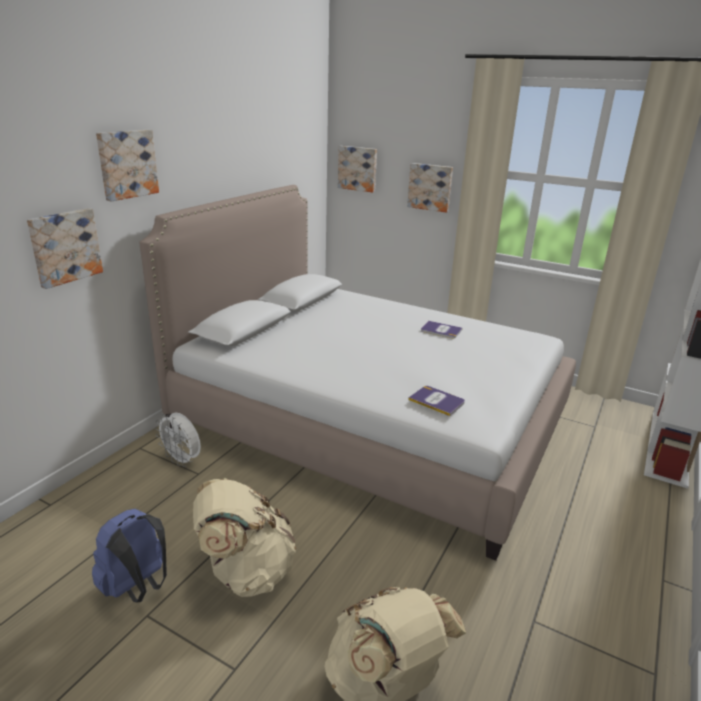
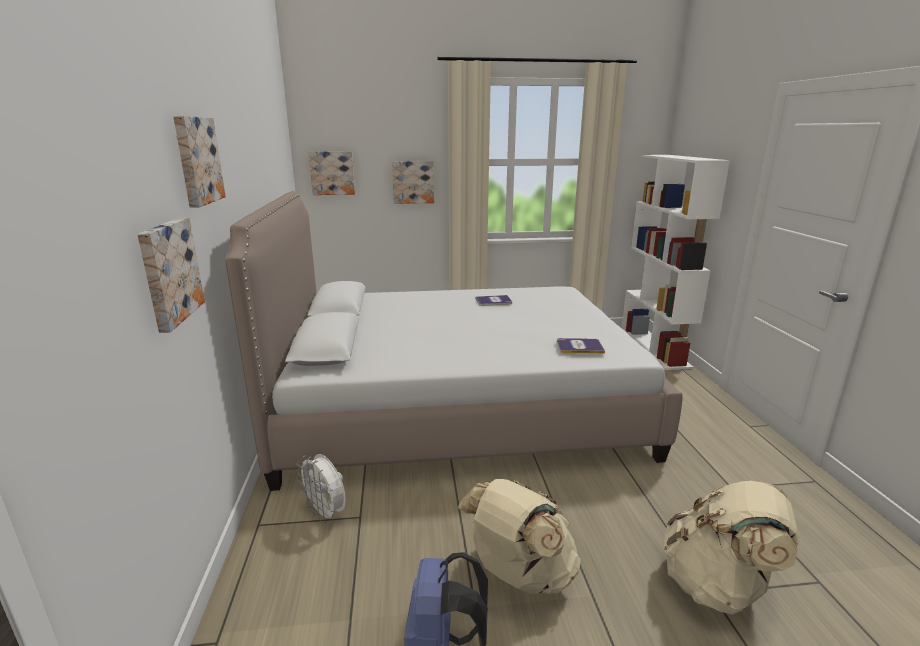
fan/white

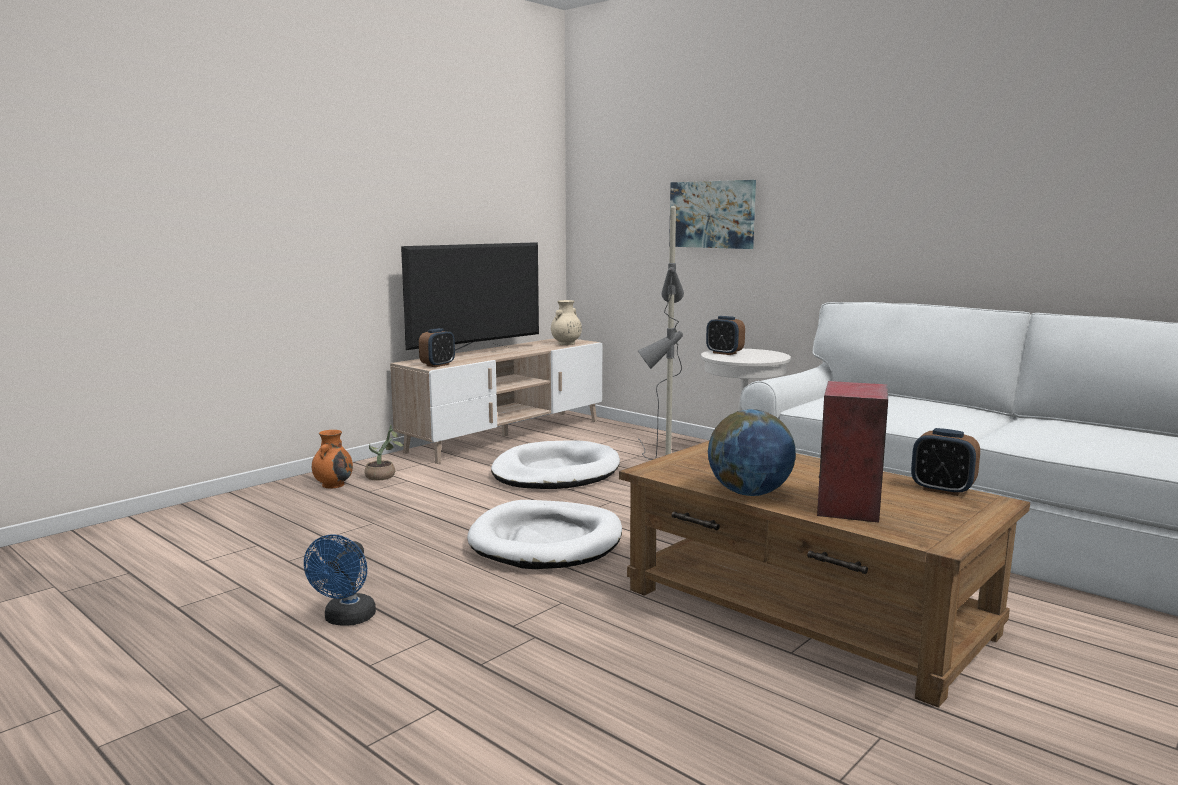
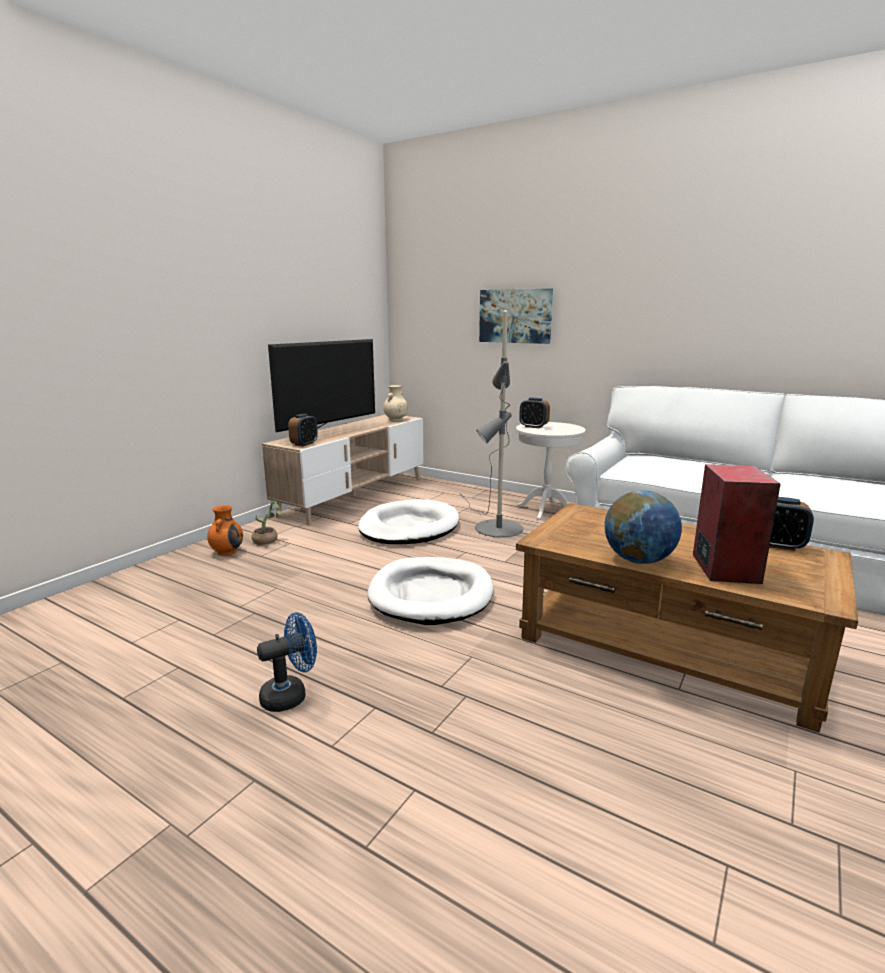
fan/blue

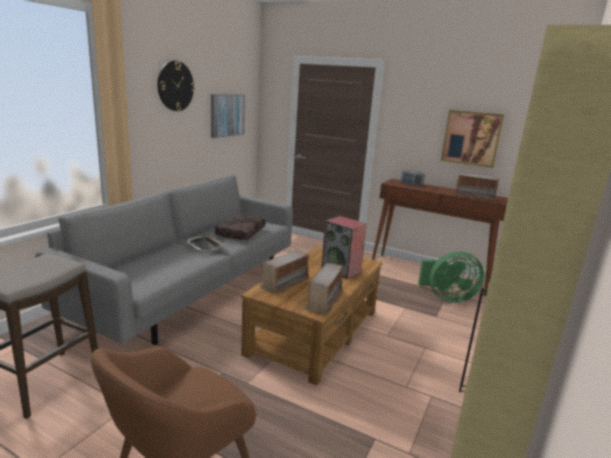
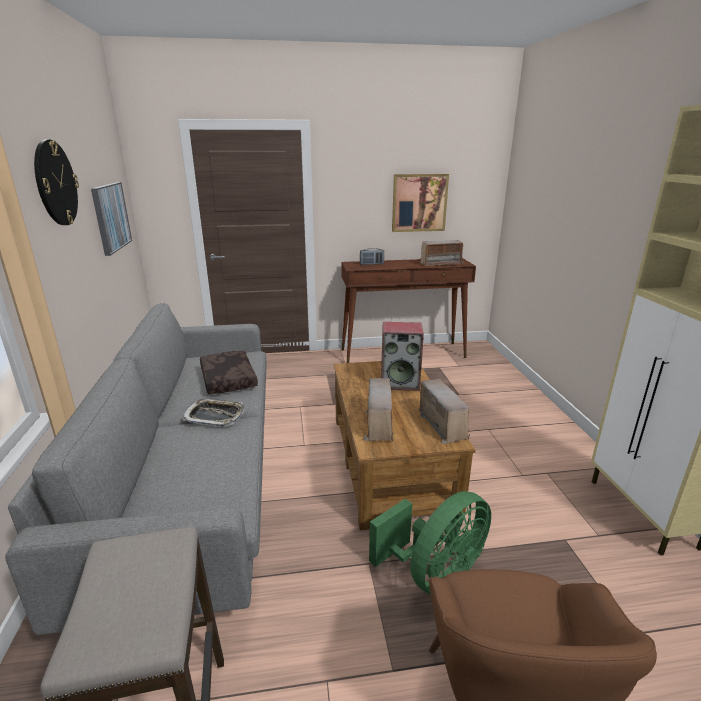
fan/green

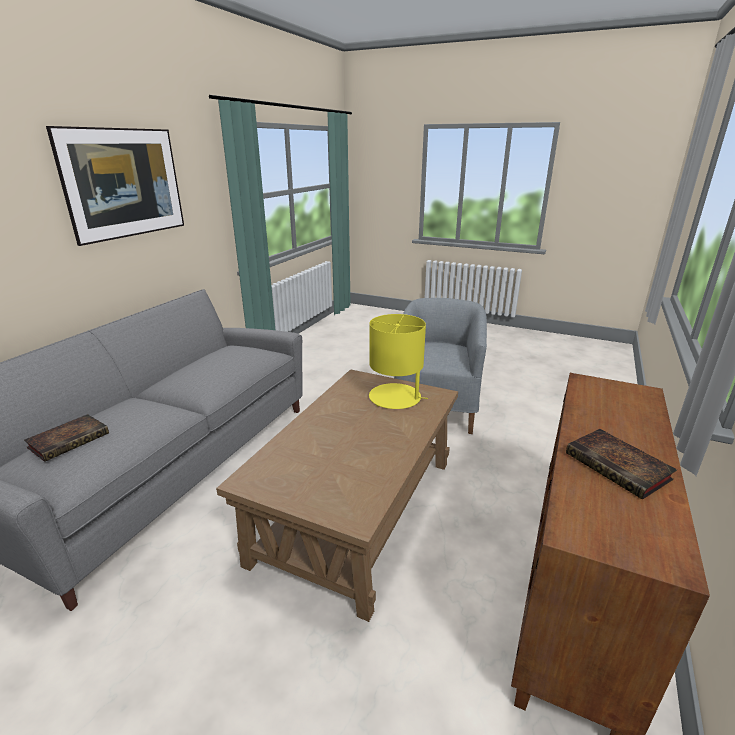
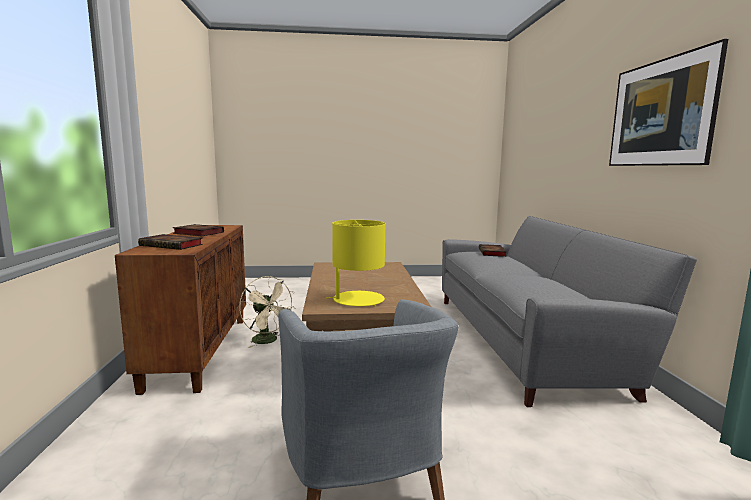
book (1st from left); fan/beige

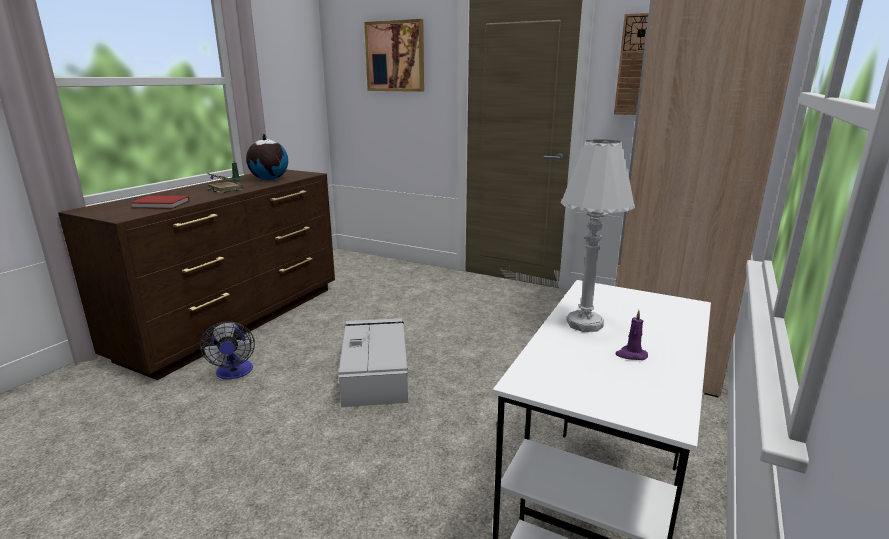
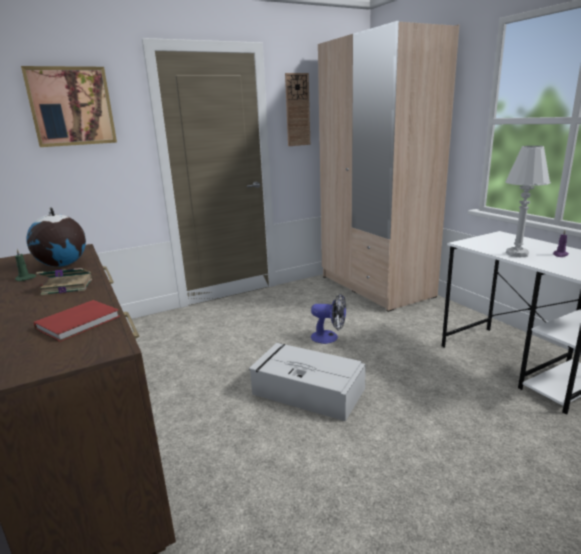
fan

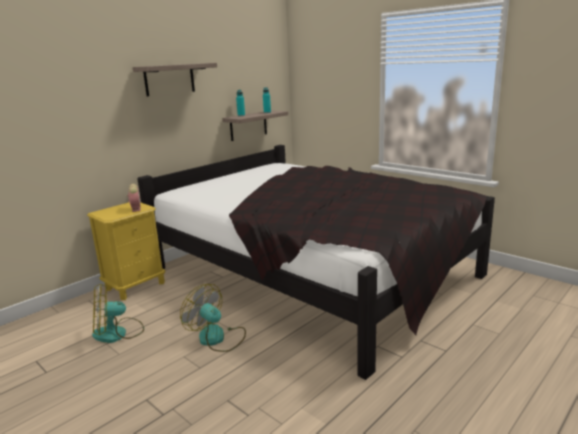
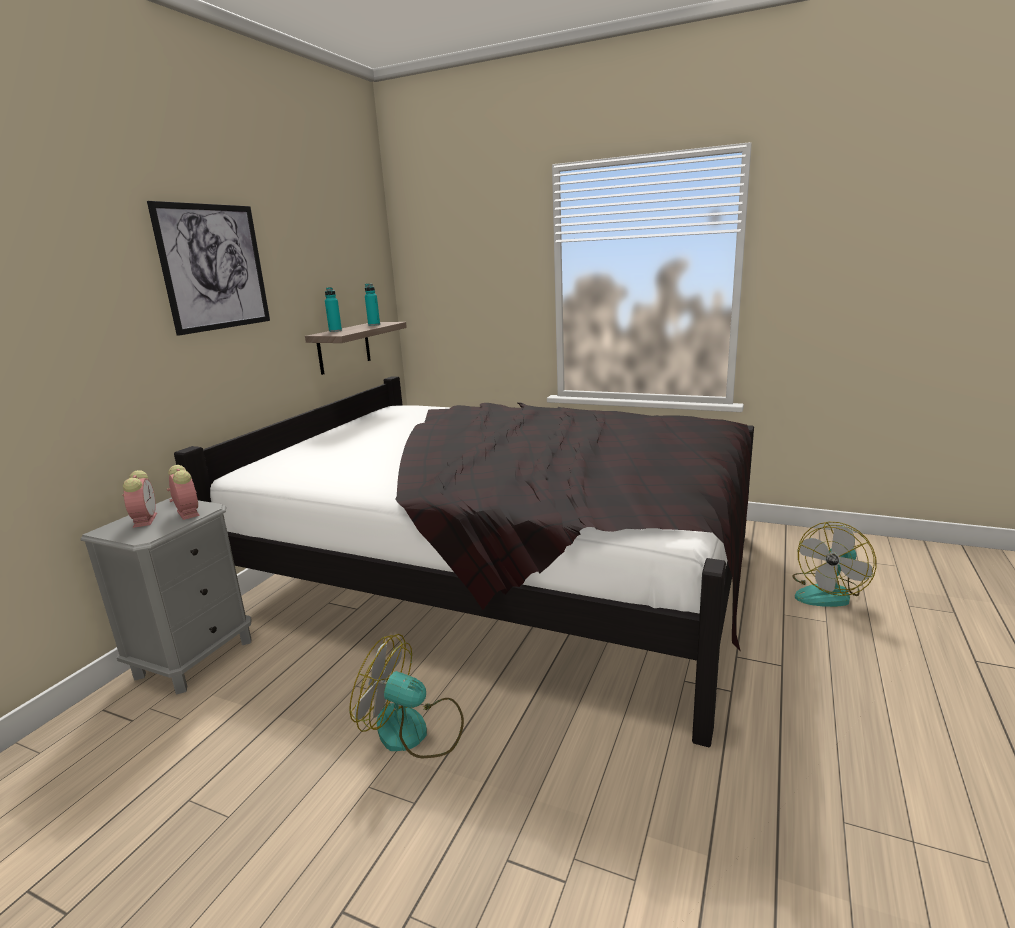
nightstand/grey; fan (2nd from left); picture; alarm clock (1st from left)

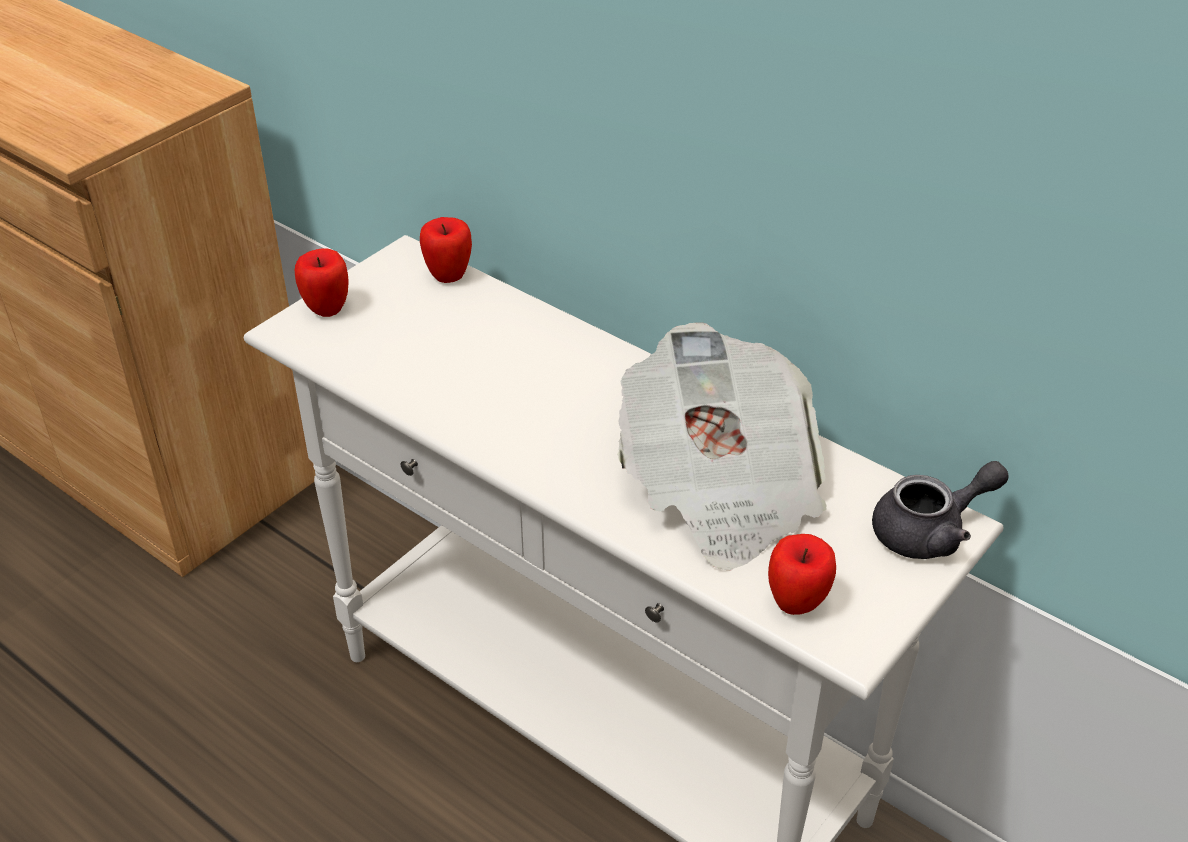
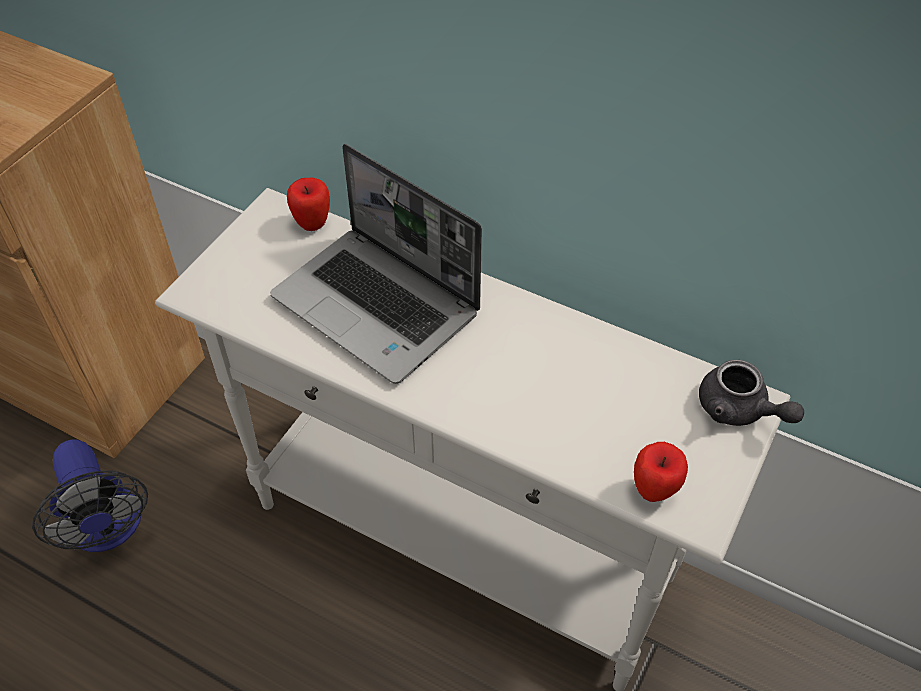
apple (1st from left in the first image); newspaper; teapot/grey; fan; laptop

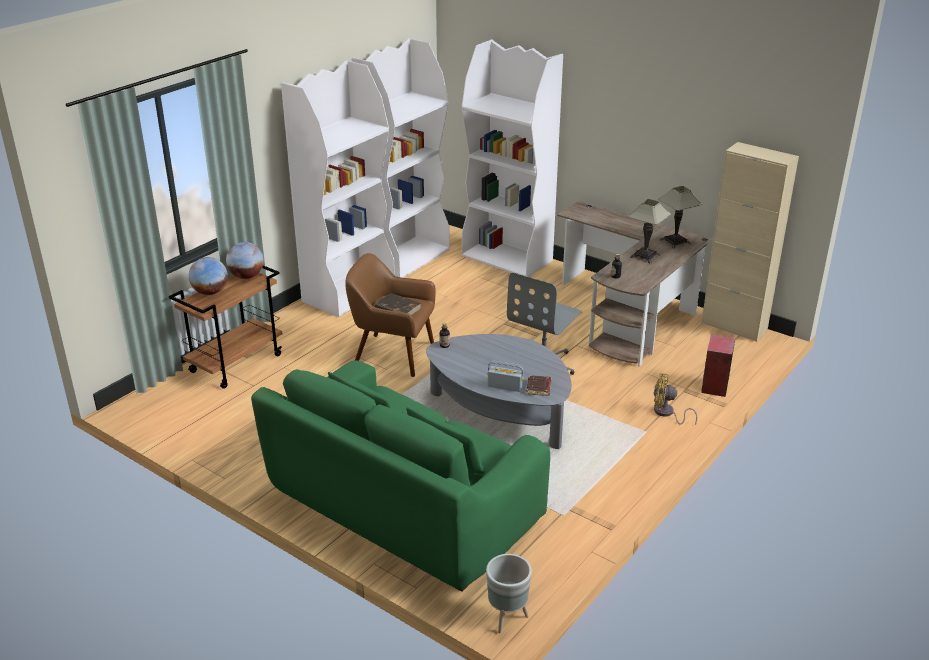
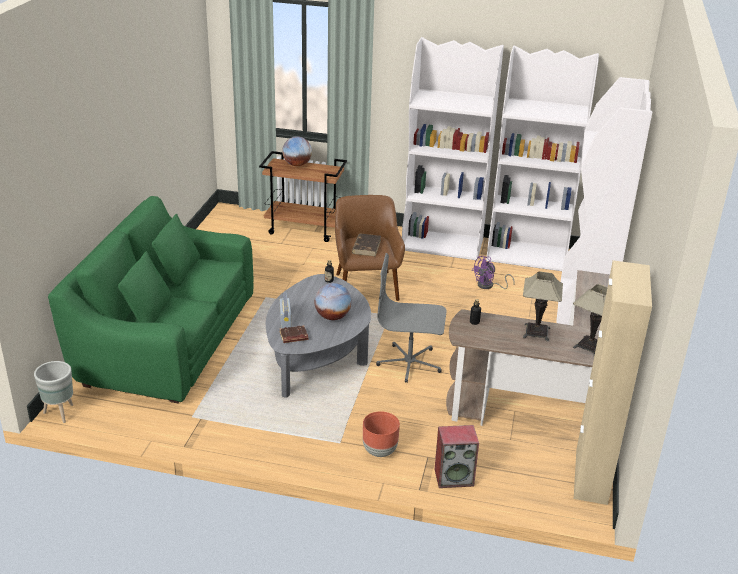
globe (2nd from left); planter/brown; fan/purple

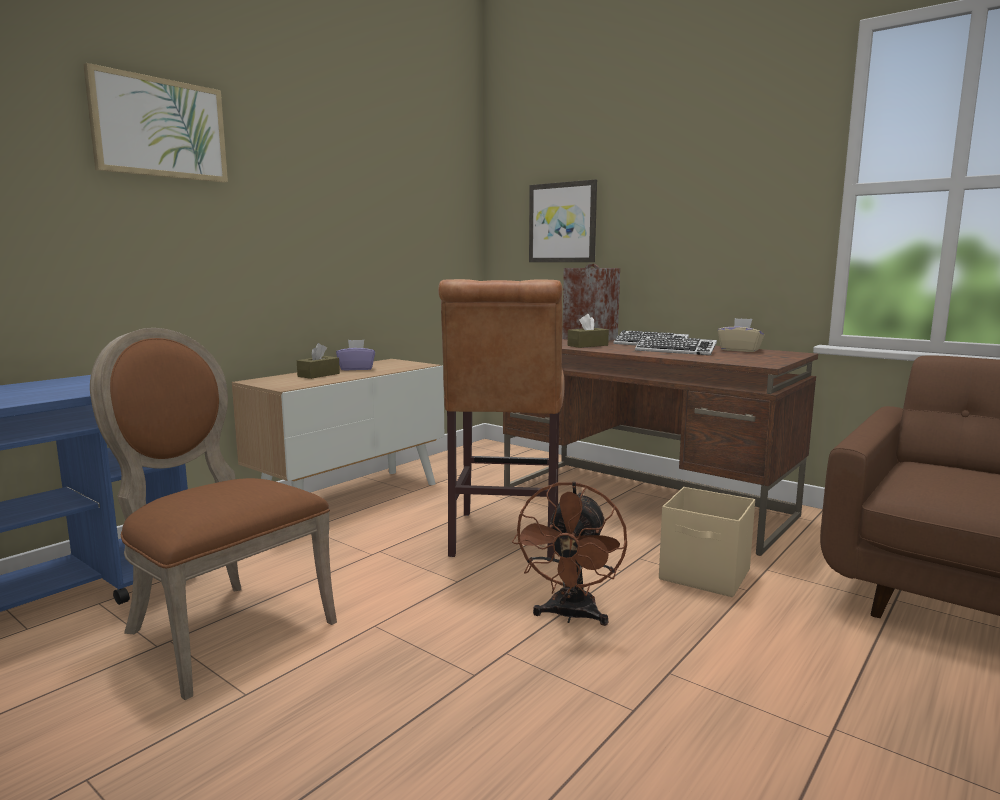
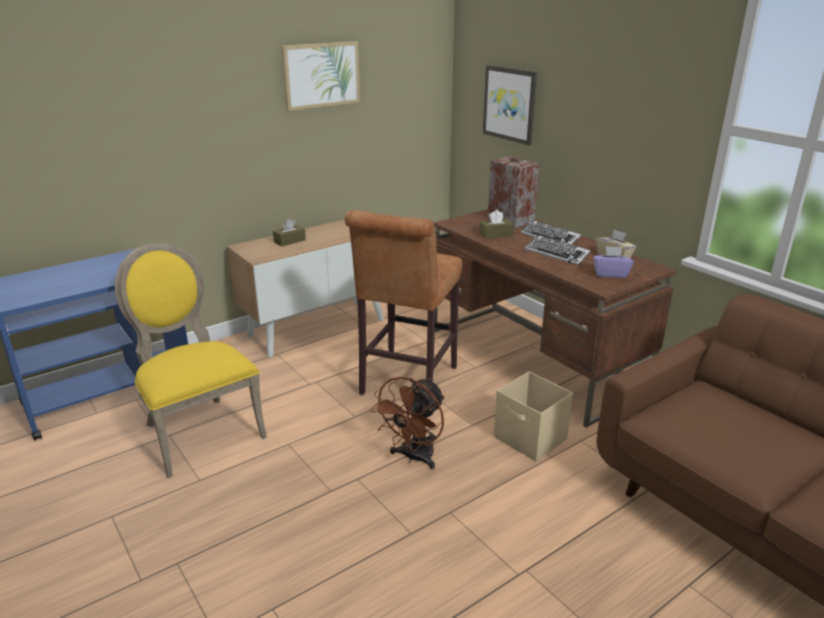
picture (1st from left); chair/yellow; tissue box/purple

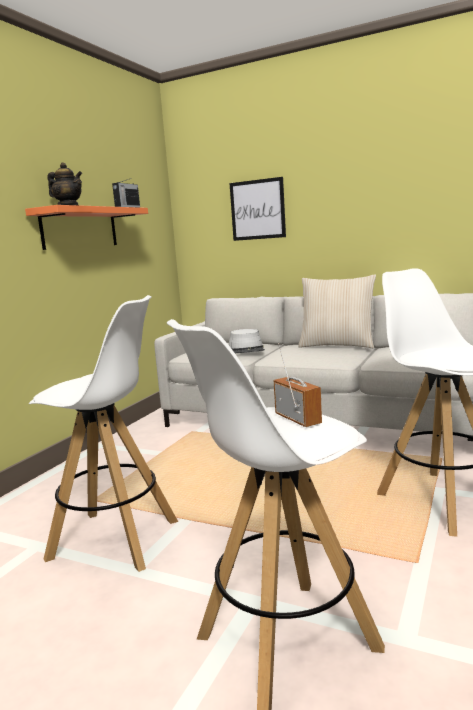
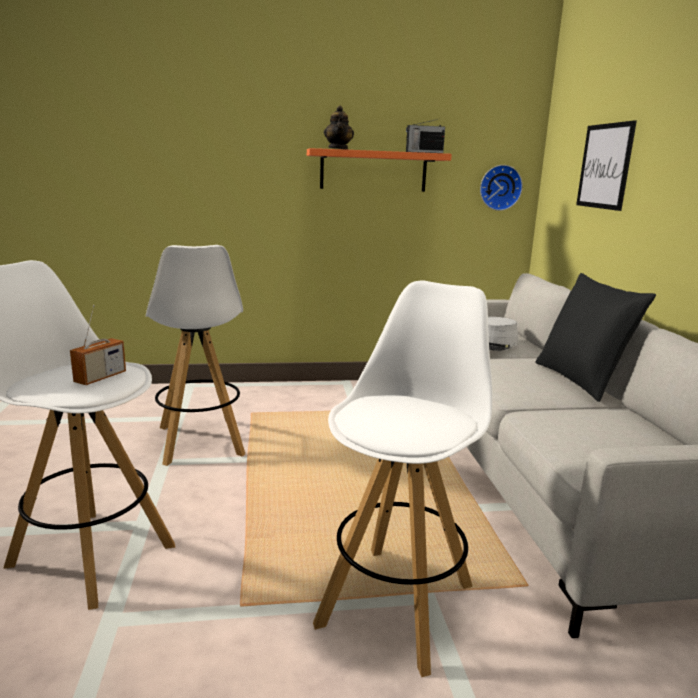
pillow/black; wall clock

